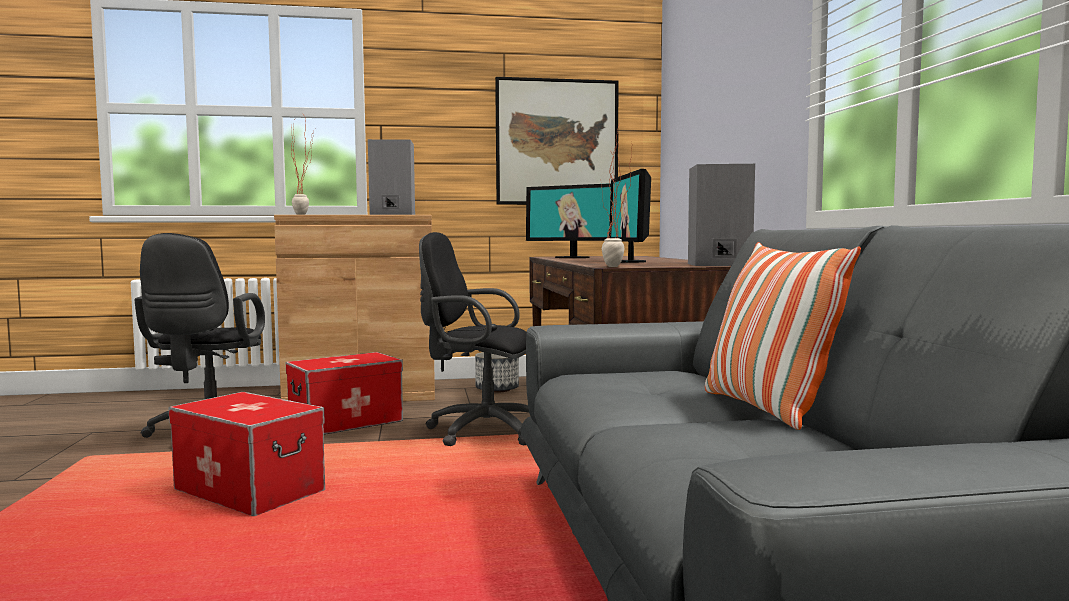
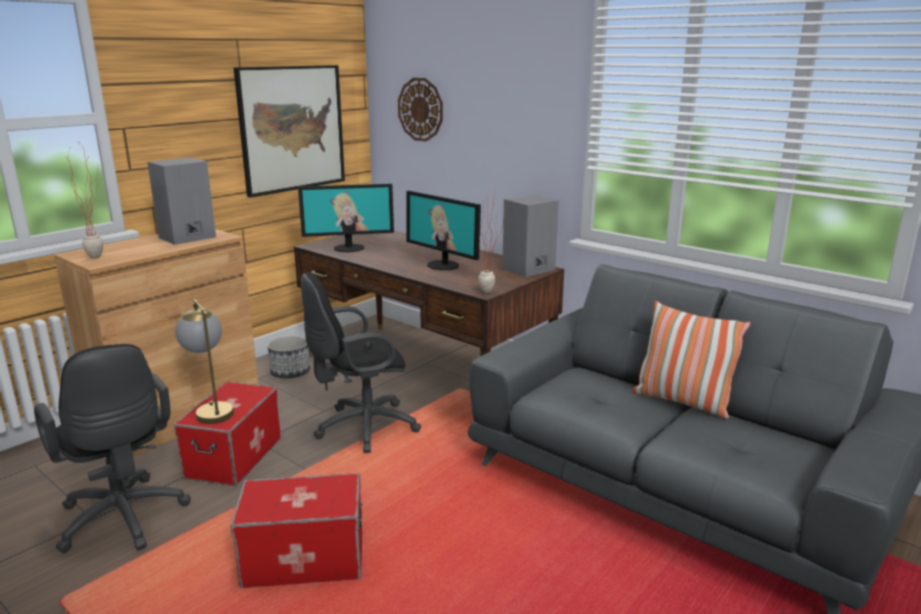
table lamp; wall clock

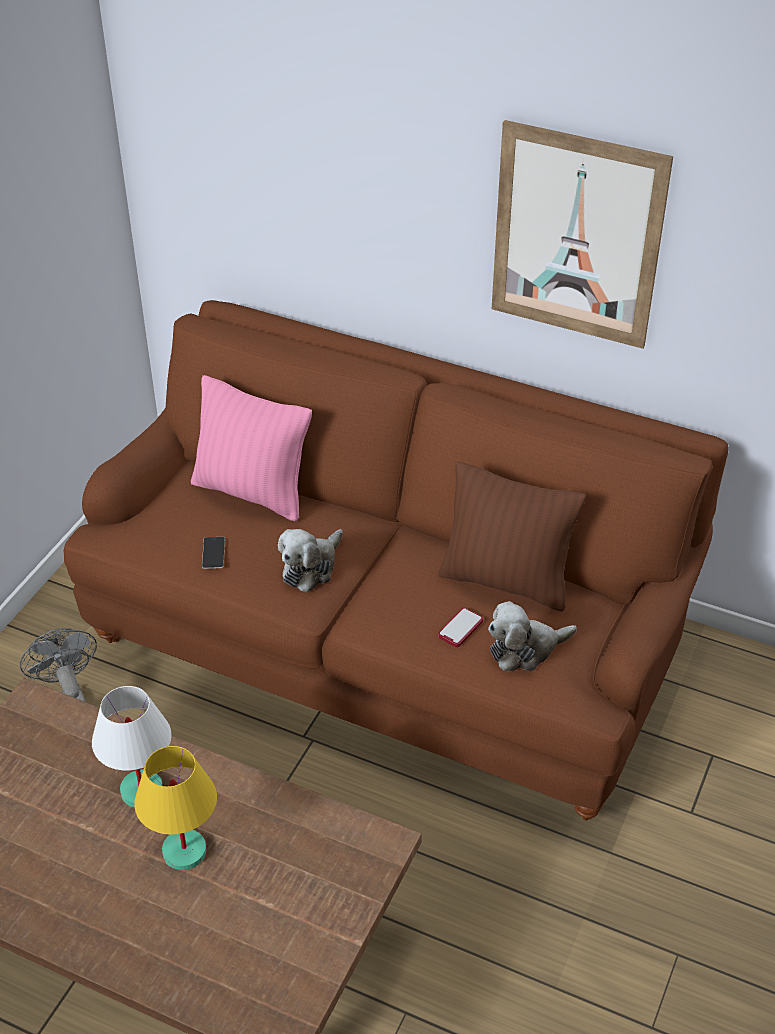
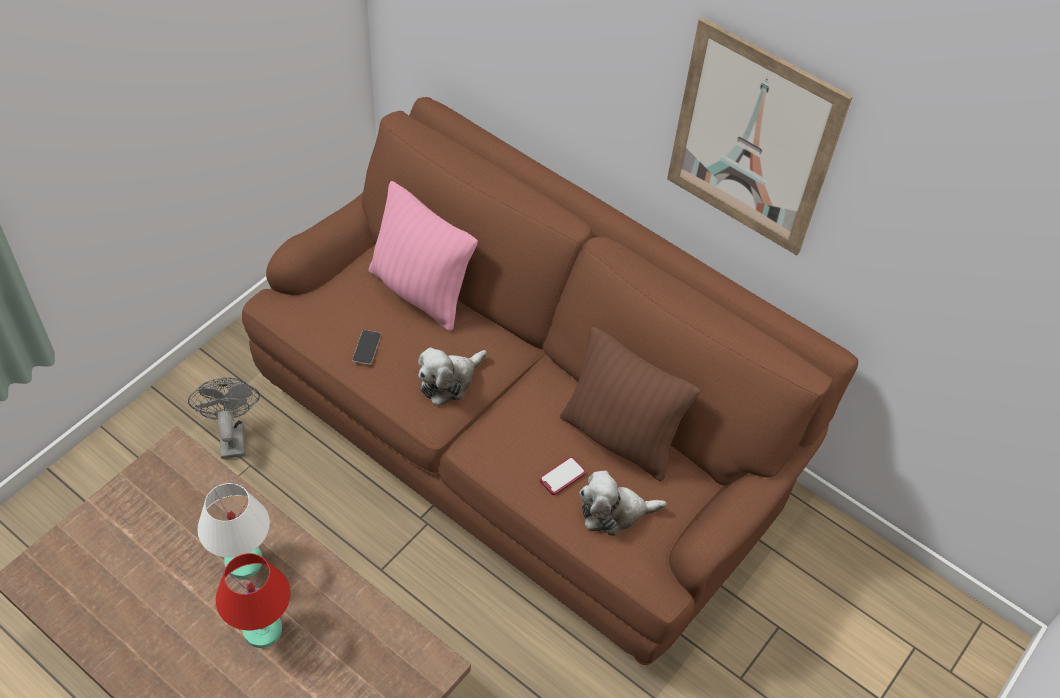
table lamp/red

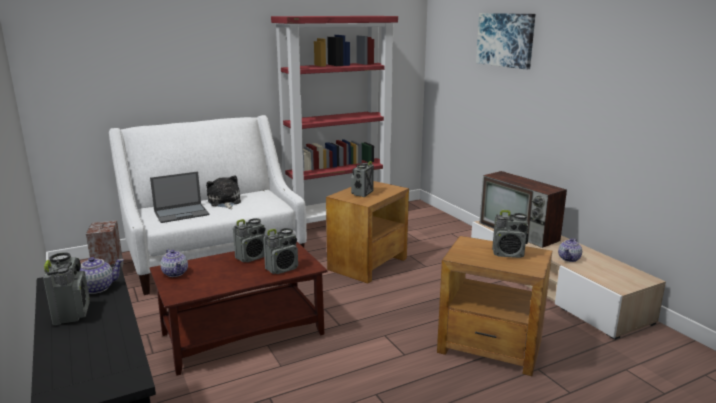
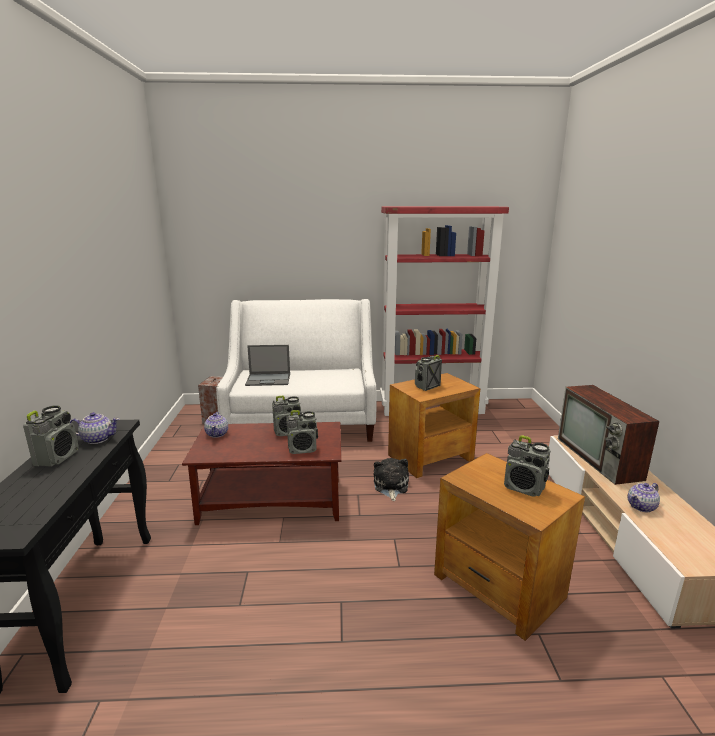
plush toy; picture

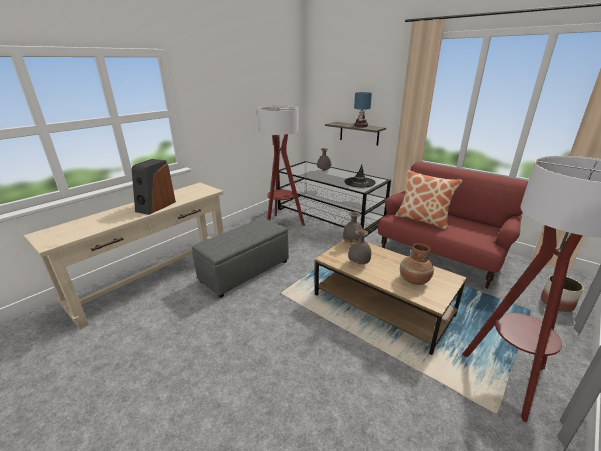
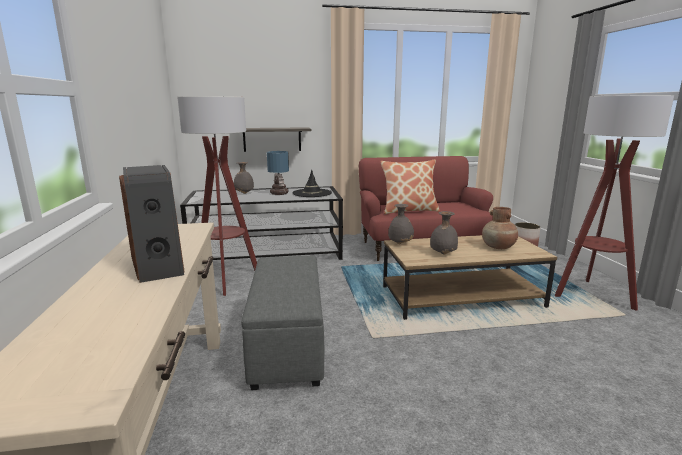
table lamp

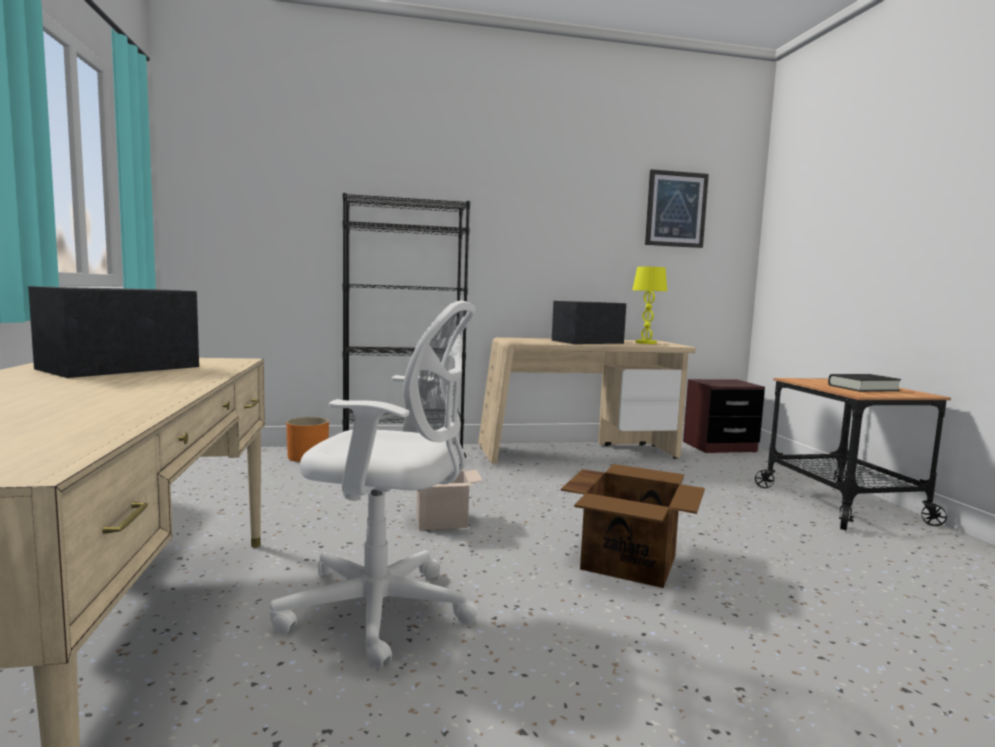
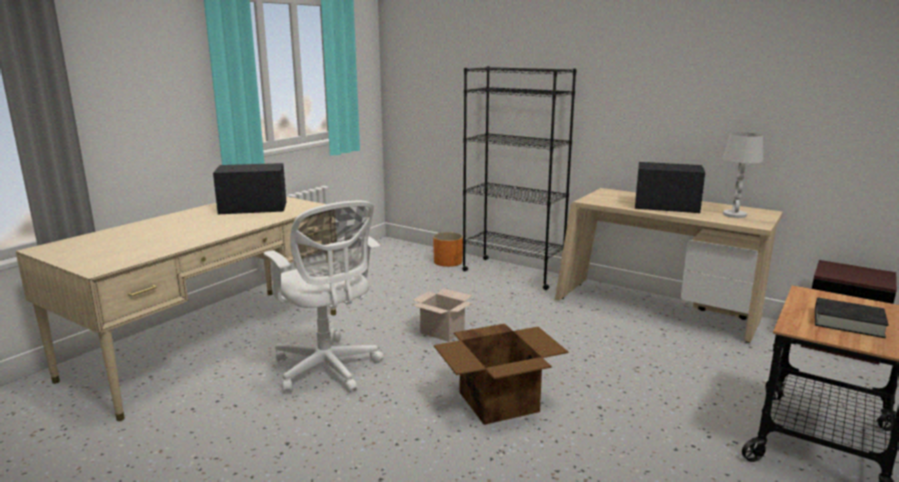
table lamp/white; picture

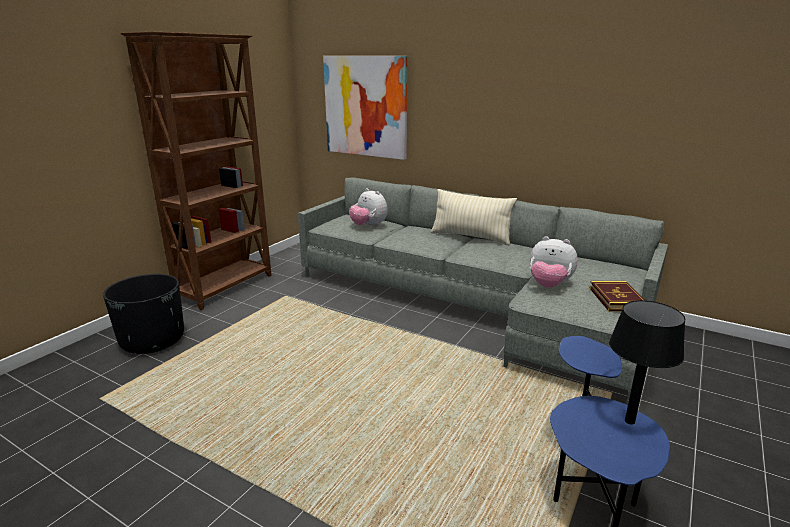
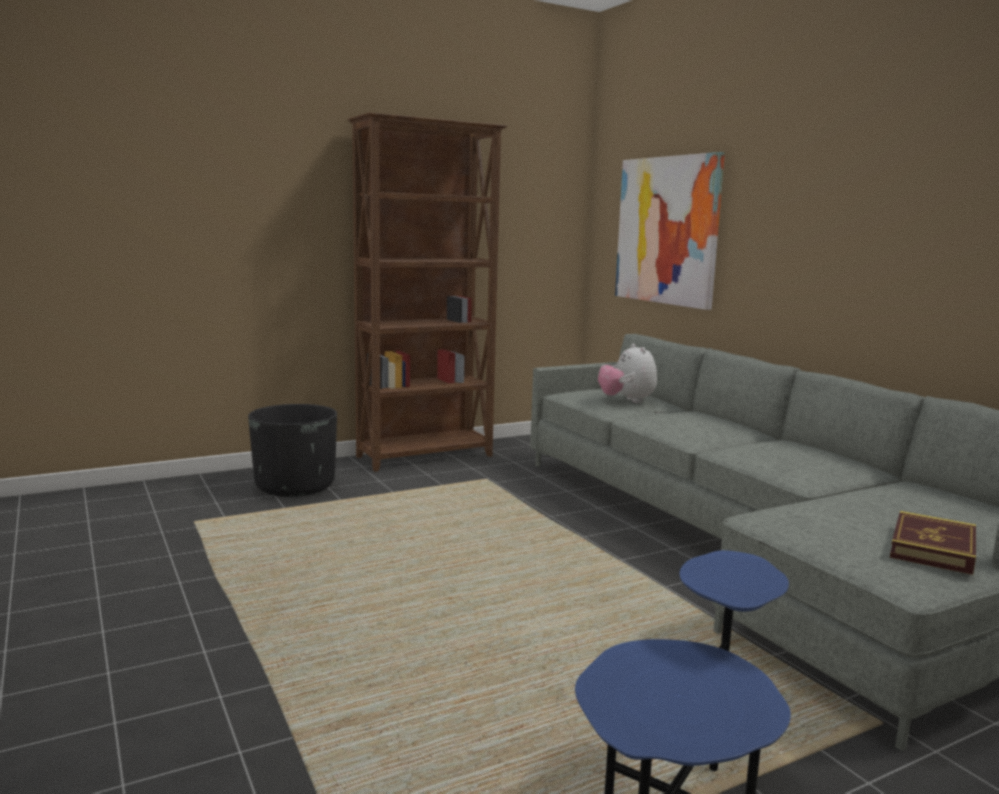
pillow/beige; plush toy (2nd from left in the first image); table lamp/black

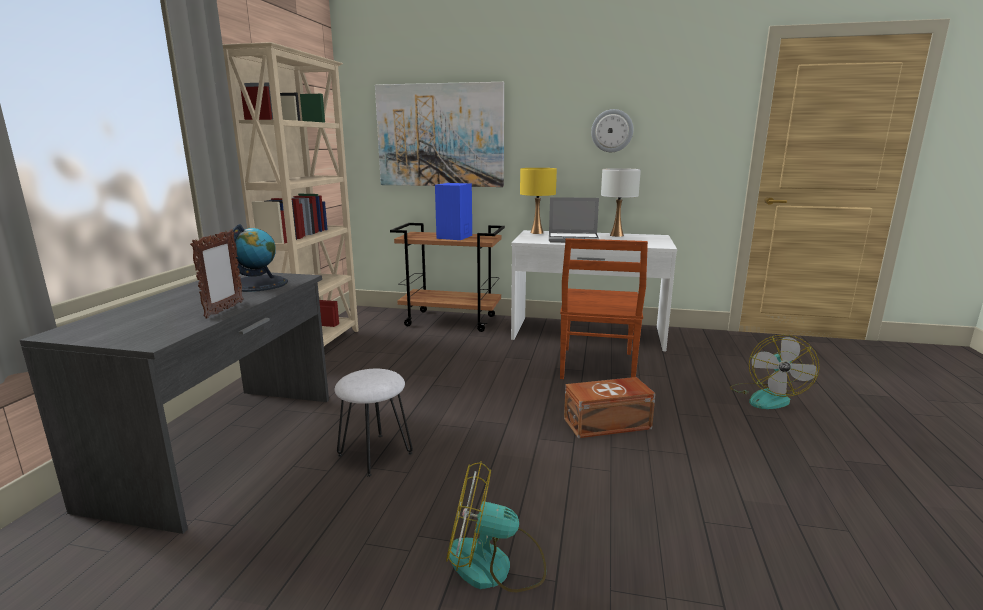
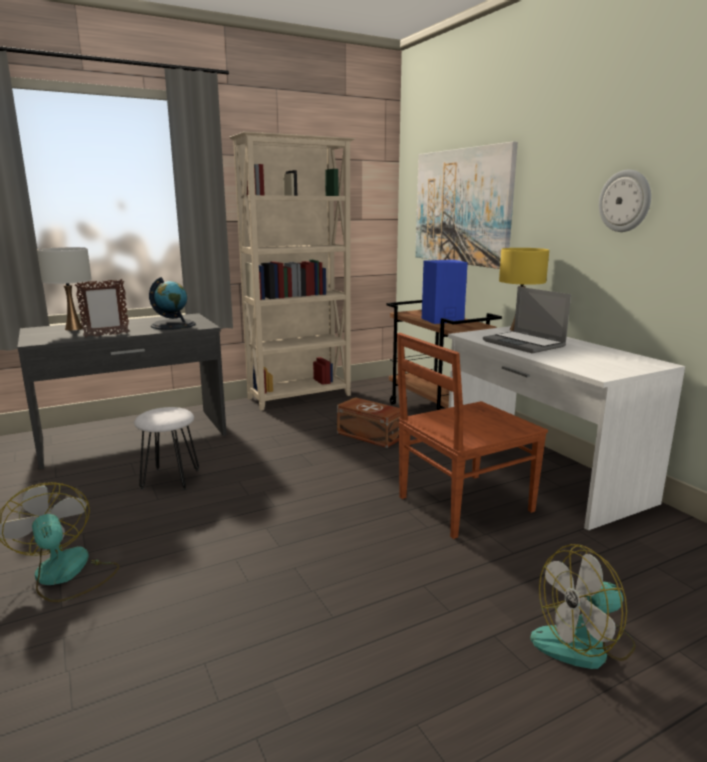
storage box/brown; table lamp/white

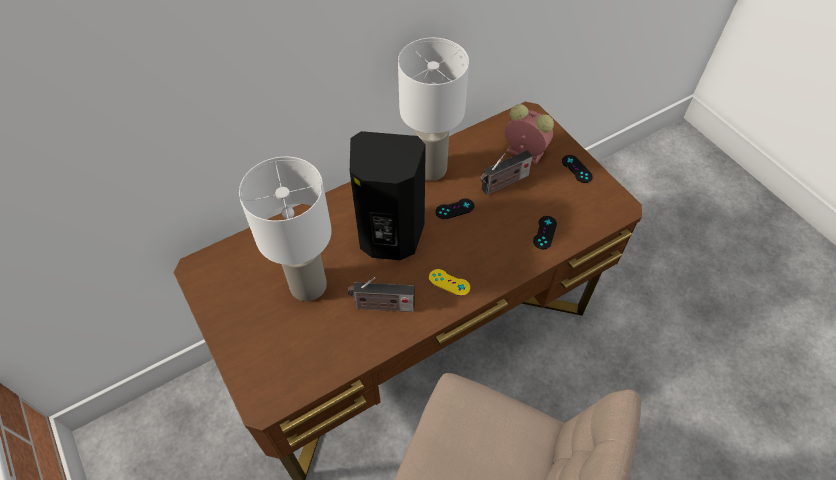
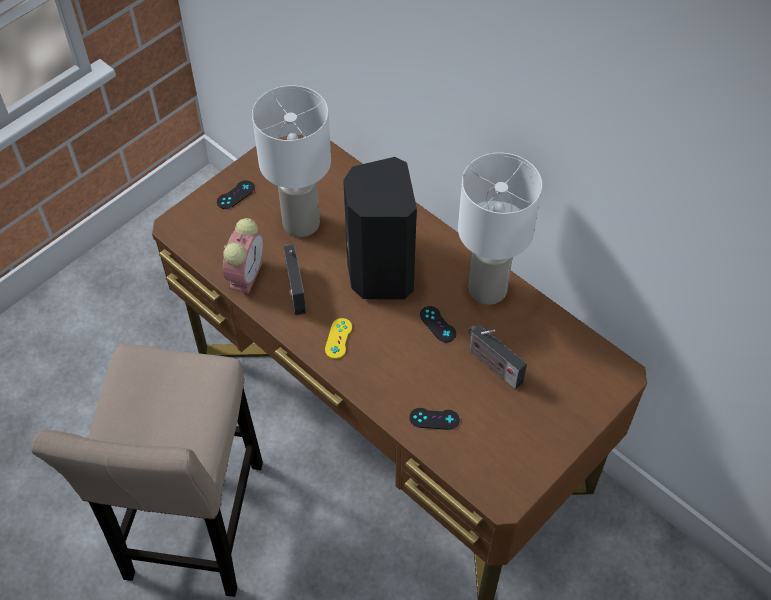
alarm clock; game controller/black (1st from left)

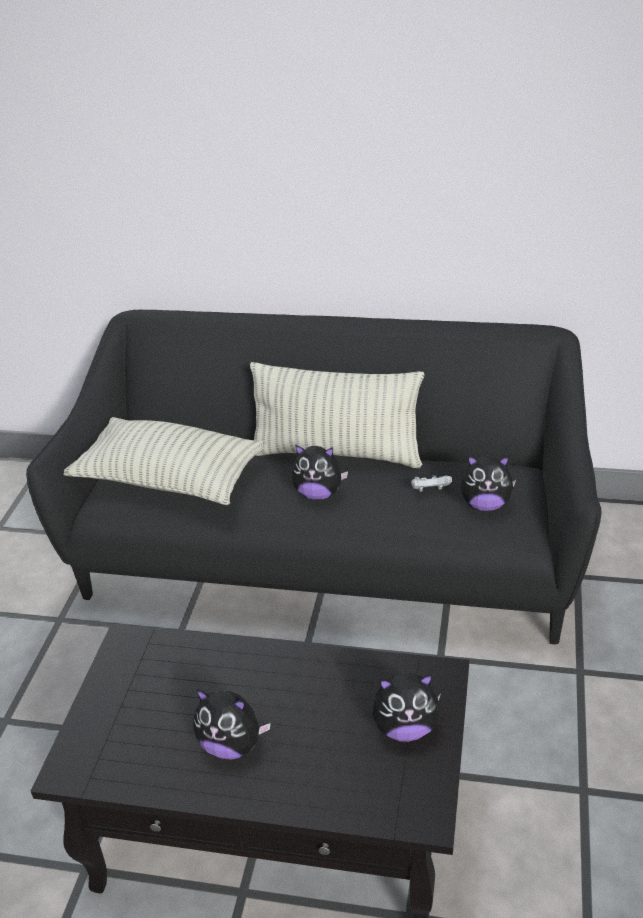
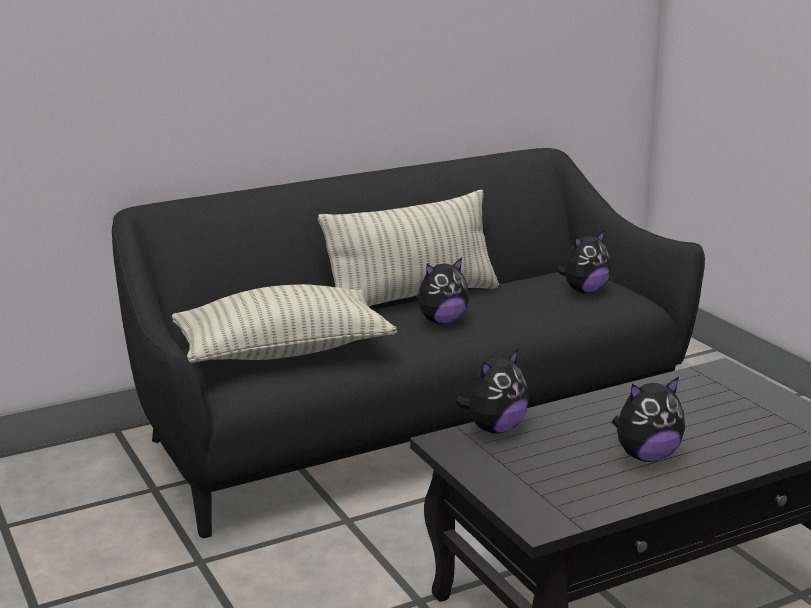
plush toy (2nd from left); game controller/white

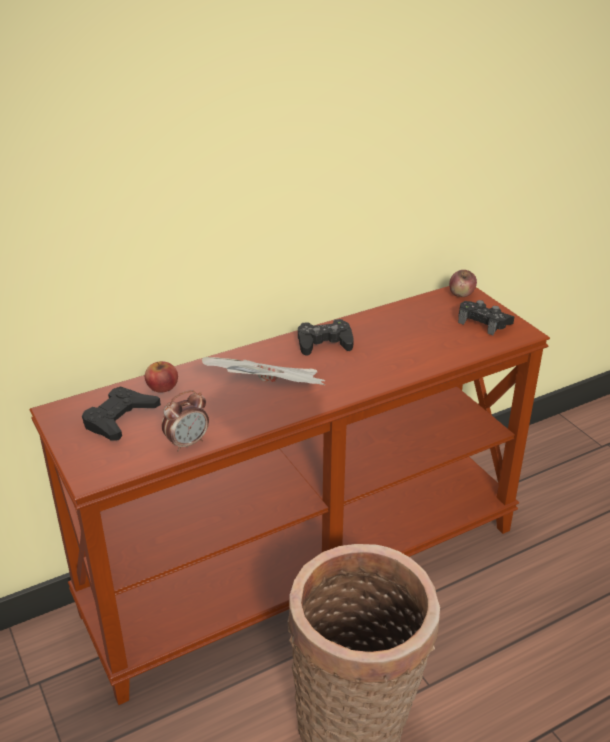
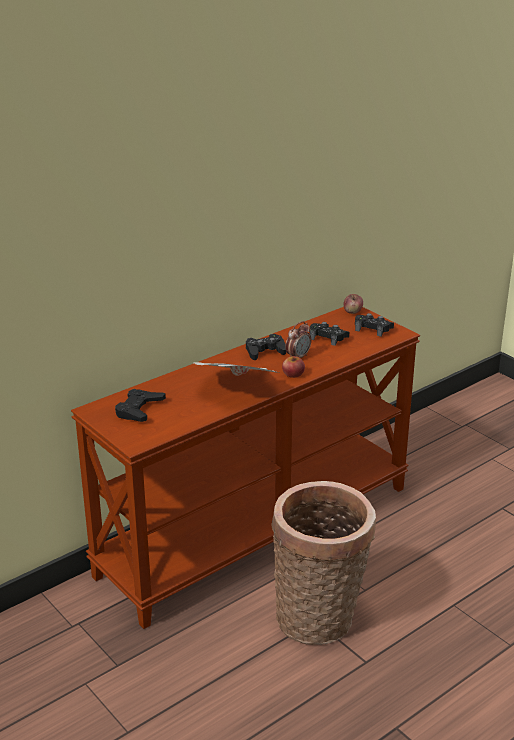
apple (1st from left); alarm clock; game controller/black (3rd from left)

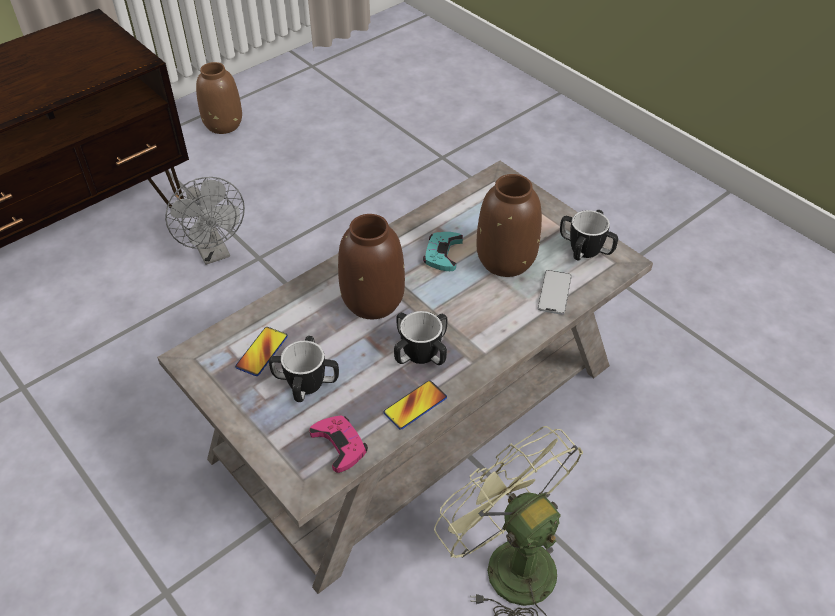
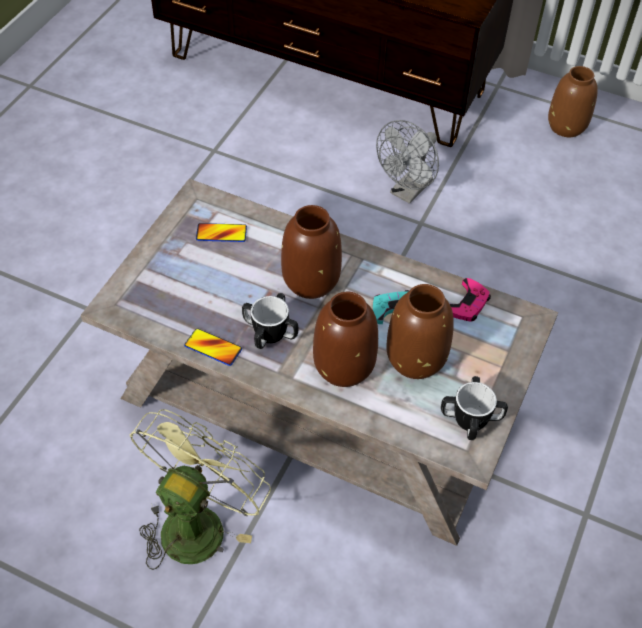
mug (1st from left in the first image); game controller/pink; phone (3rd from left in the first image); vase/brown (2nd from left)

